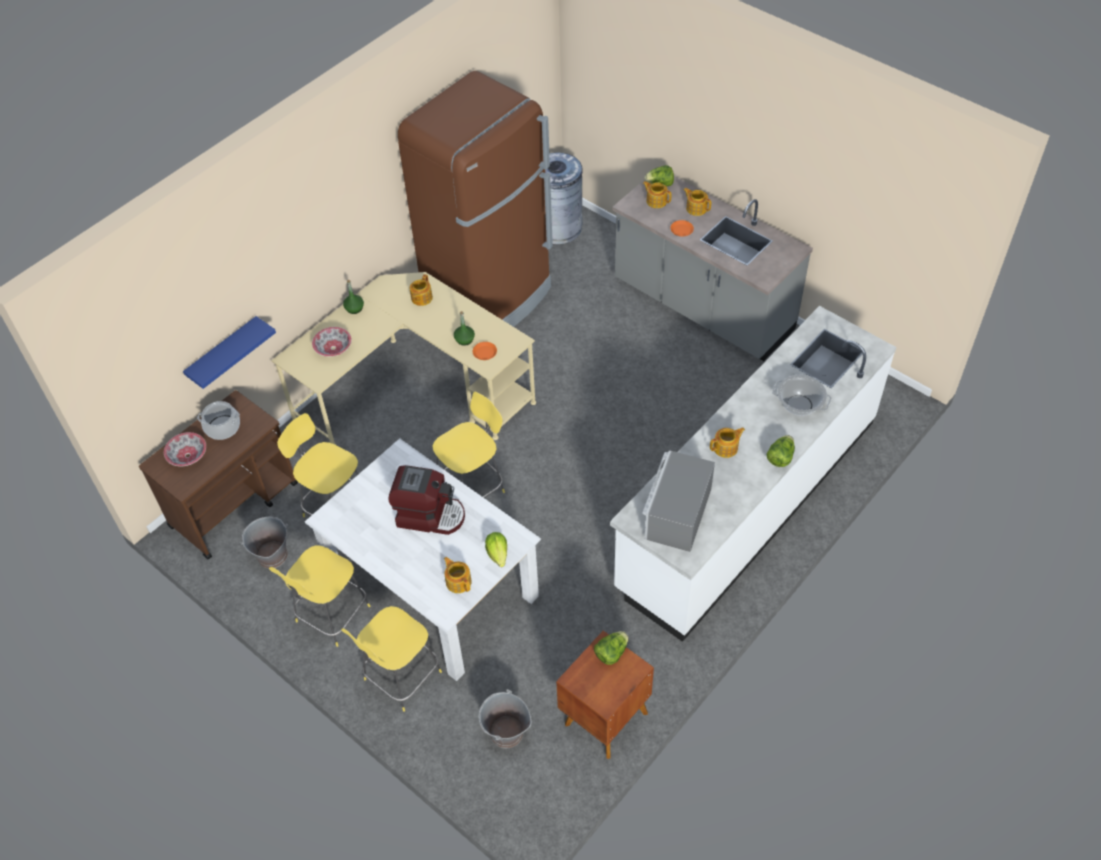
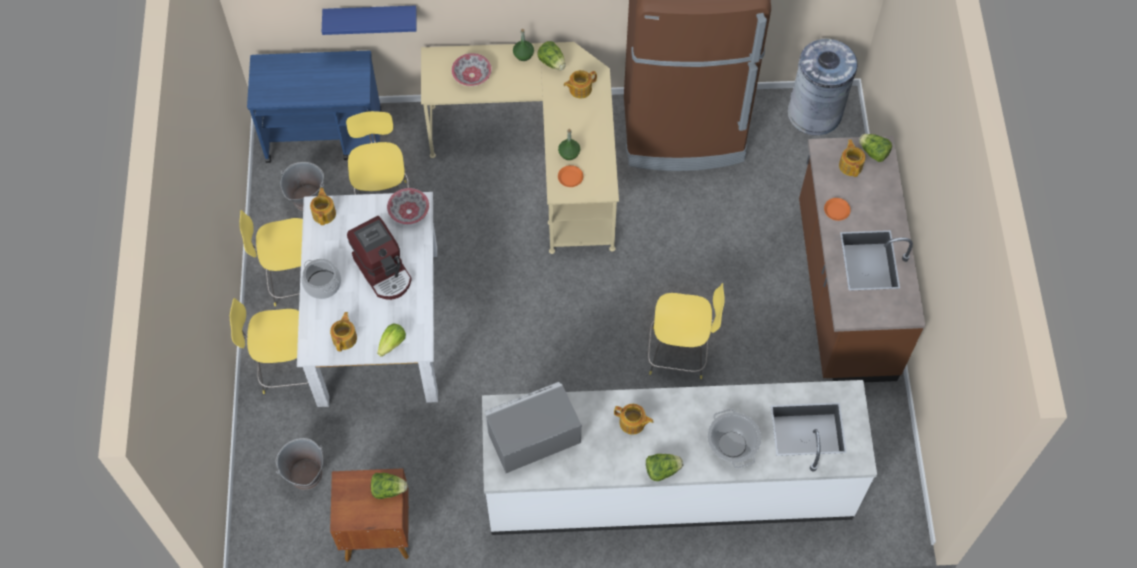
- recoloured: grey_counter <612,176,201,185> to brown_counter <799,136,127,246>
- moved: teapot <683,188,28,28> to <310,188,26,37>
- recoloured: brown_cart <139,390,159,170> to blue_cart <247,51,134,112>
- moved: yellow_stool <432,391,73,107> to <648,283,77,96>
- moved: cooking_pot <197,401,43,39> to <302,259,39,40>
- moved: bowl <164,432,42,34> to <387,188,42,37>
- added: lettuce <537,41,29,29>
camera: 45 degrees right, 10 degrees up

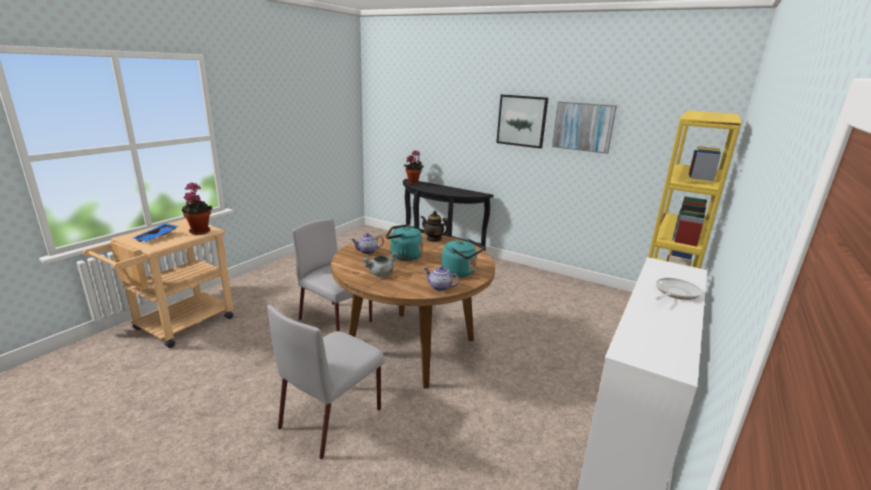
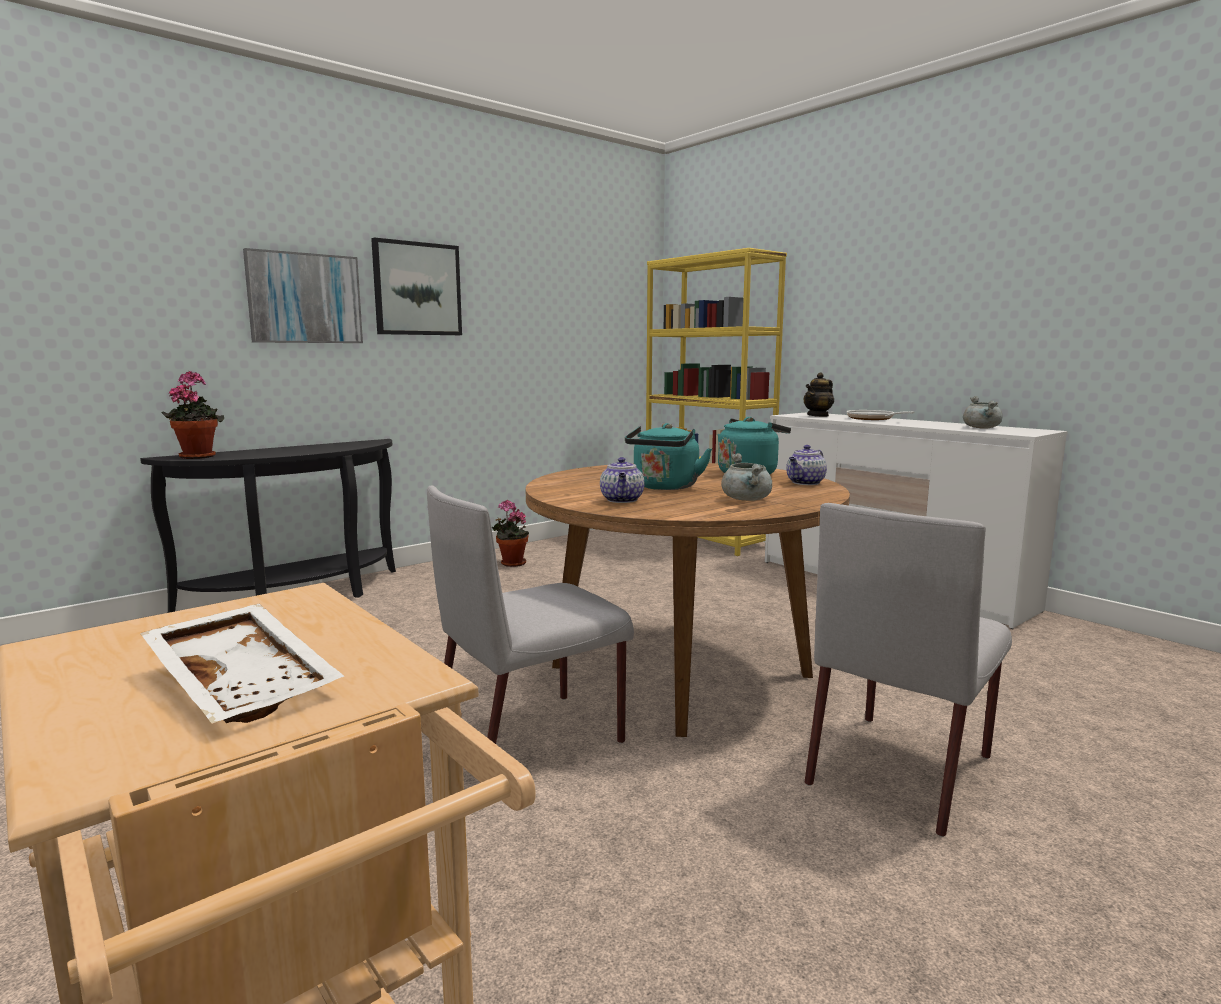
- moved: picture <552,102,65,52> to <243,248,120,95>
- moved: potted_plant <181,183,32,52> to <491,500,38,67>
- moved: teapot <421,211,28,31> to <804,372,30,45>
- recoloured: blue_tray <133,223,46,19> to white_tray <140,604,204,120>
- turned: grey_chair <267,305,118,154> = <805,503,207,334> 75 degrees clockwise
- added: grey_cooking_pot <963,396,40,33>
camera: 70 degrees left, 10 degrees down

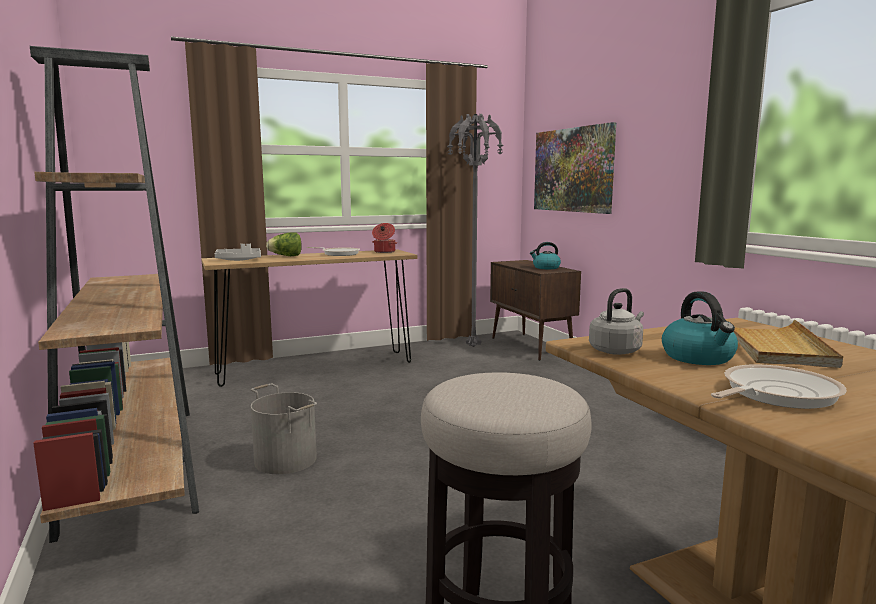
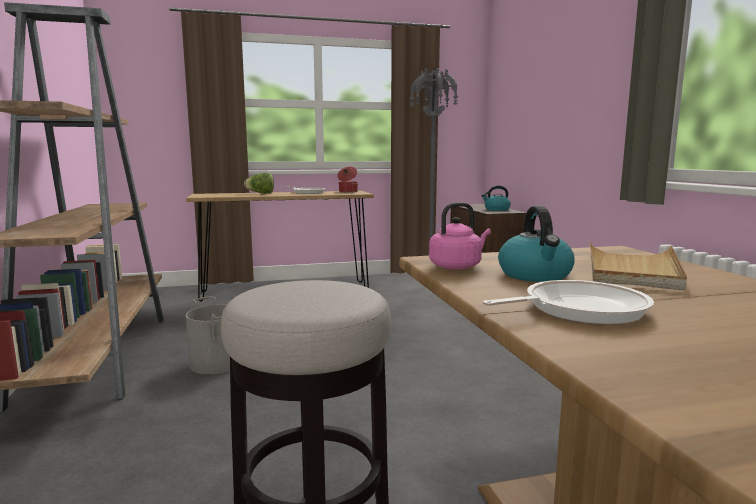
- removed: picture <534,122,82,92>
- removed: grey_tray <215,243,46,18>
- recoloured: grey_kettle <589,288,55,67> to pink_kettle <429,203,62,67>
camera: 10 degrees right, 0 degrees up

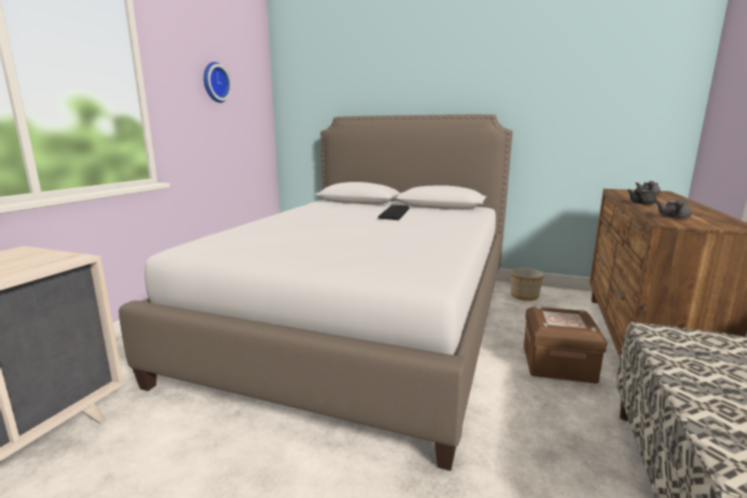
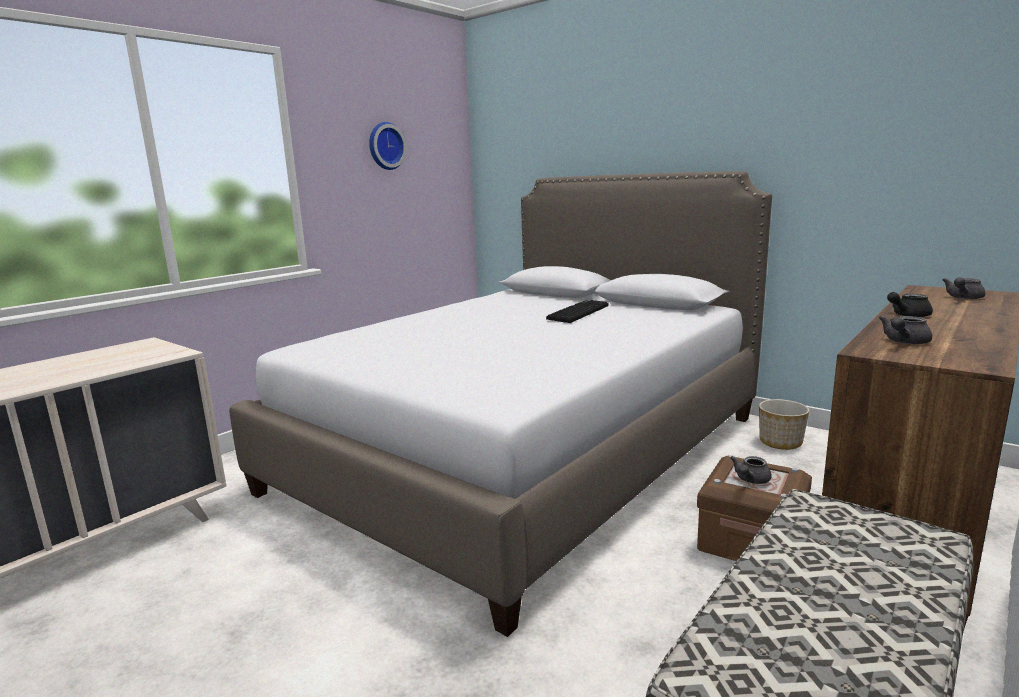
- added: grey_teapot <730,456,41,28>
camera: 20 degrees right, 0 degrees up

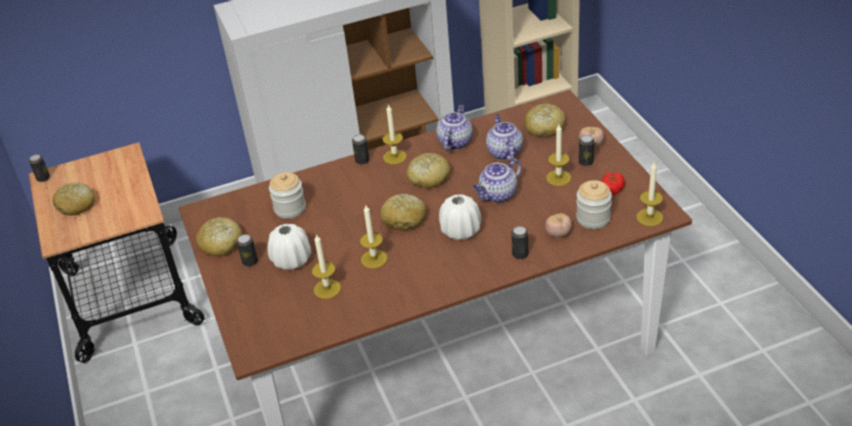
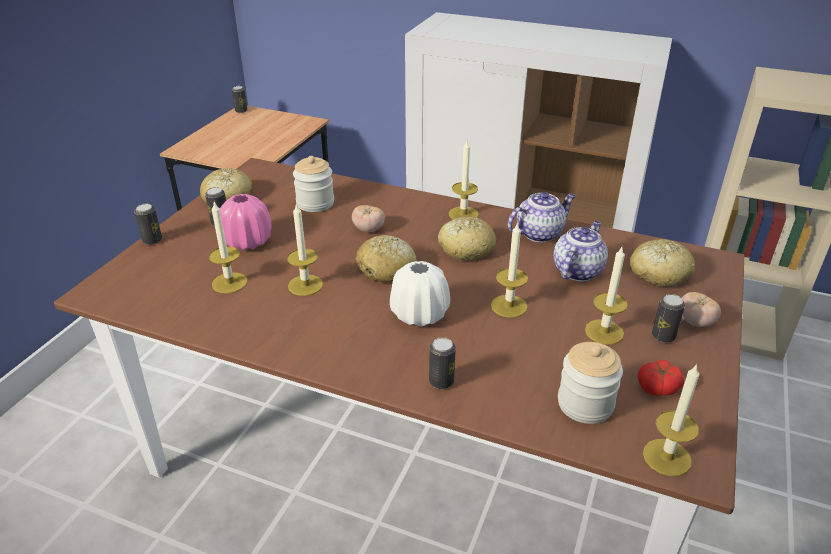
- moved: can <352,135,17,30> to <134,204,28,41>
- replaced: teapot <473,159,49,44> to candle <491,222,37,96>
- removed: bread <53,182,42,33>
- moved: tomato <545,213,27,24> to <352,205,33,27>
- recoloured: white_vase <268,224,43,46> to pink_vase <220,194,52,56>
camera: 40 degrees right, 5 degrees down

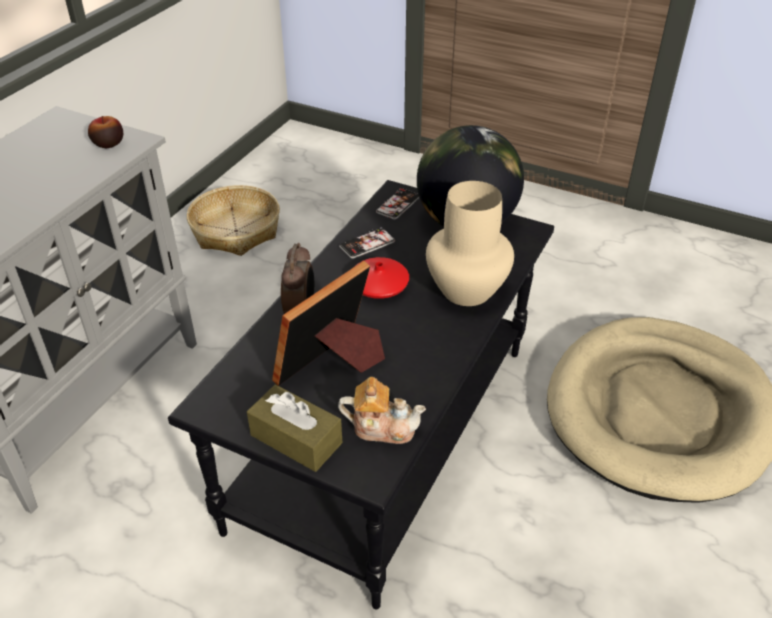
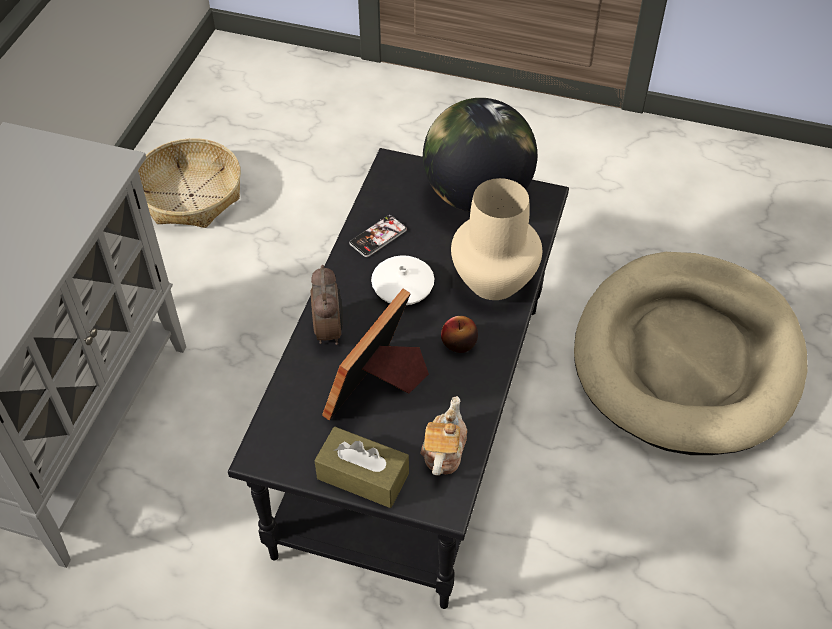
- moved: apple <88,116,35,32> to <441,316,37,37>
- removed: phone <376,188,43,31>
- recoloured: red_vase <357,257,52,42> to white_vase <371,255,64,50>
- turned: teapot <338,377,88,67> = <420,396,47,80> 75 degrees counterclockwise
camera: 10 degrees left, 10 degrees up

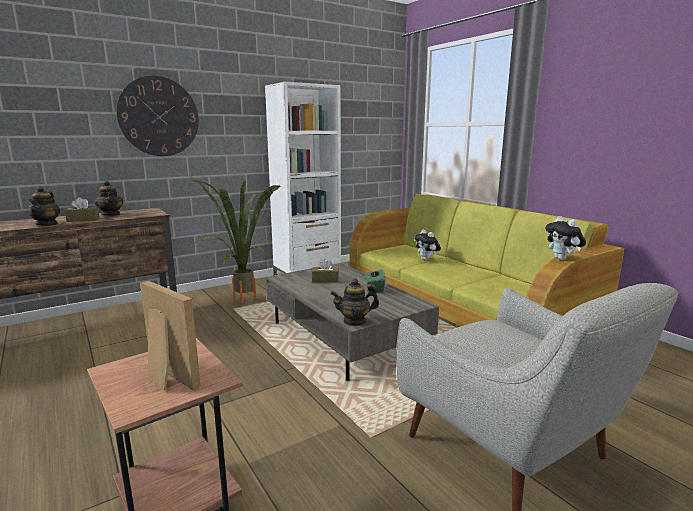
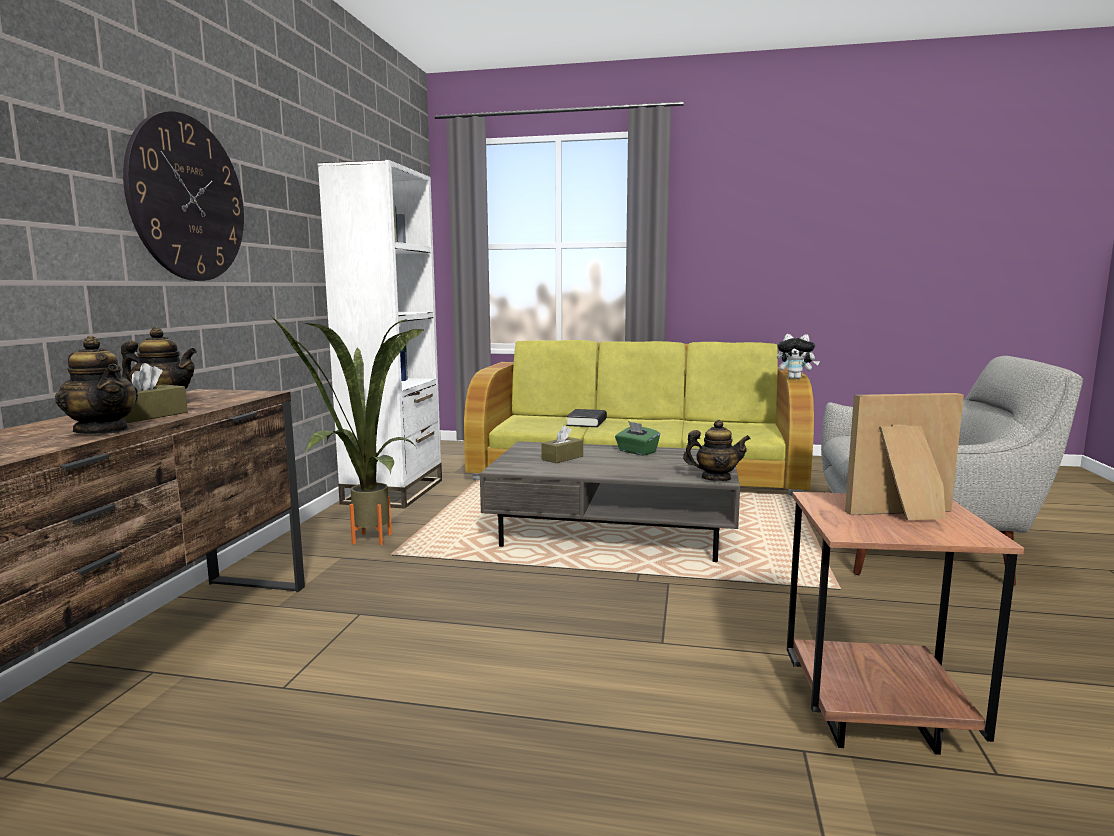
- replaced: plush_toy <414,230,27,31> to black_book <566,409,41,18>
- turned: teapot <330,278,49,48> = <683,420,68,61> 120 degrees counterclockwise
camera: 45 degrees left, 5 degrees down

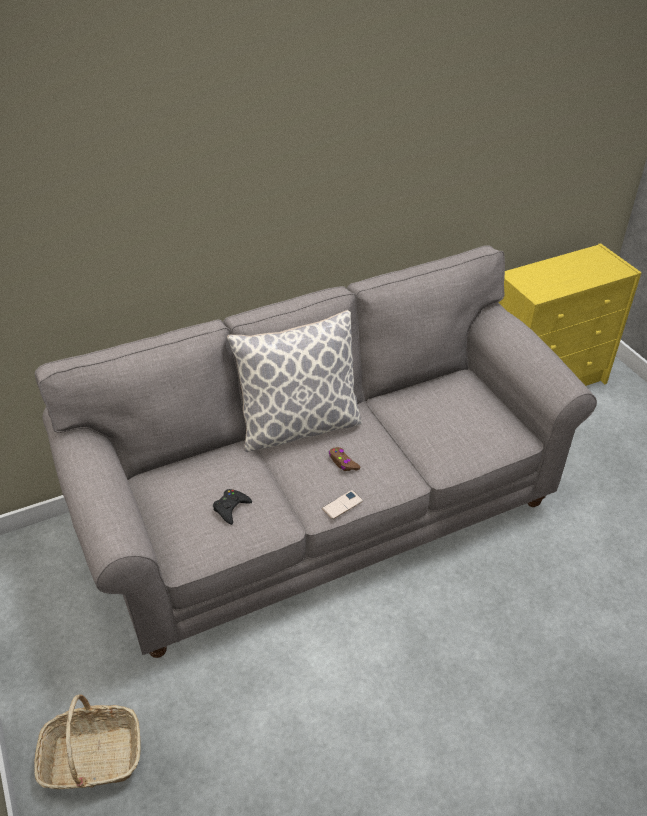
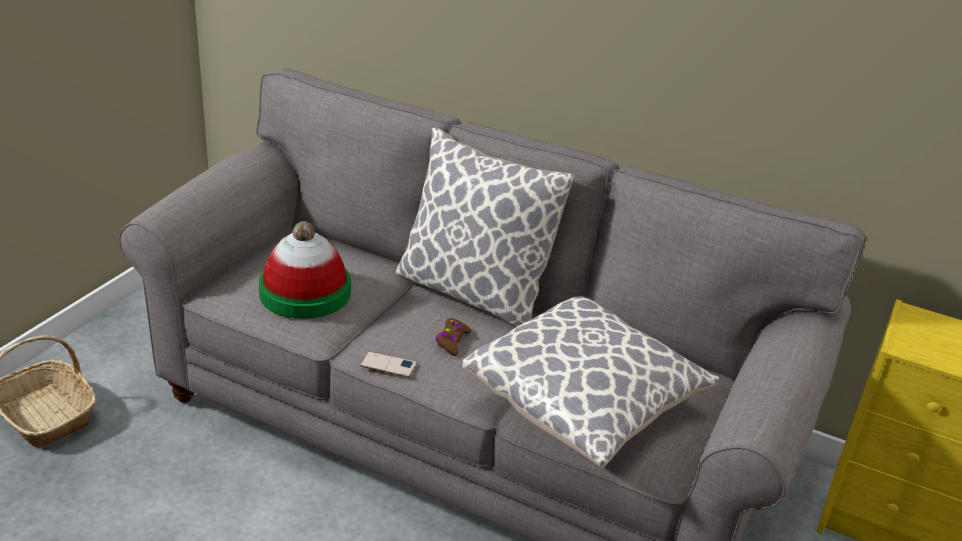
- replaced: black_game_controller <213,489,39,36> to hat <259,221,92,98>
- added: pillow <462,296,257,173>
camera: 50 degrees right, 10 degrees down

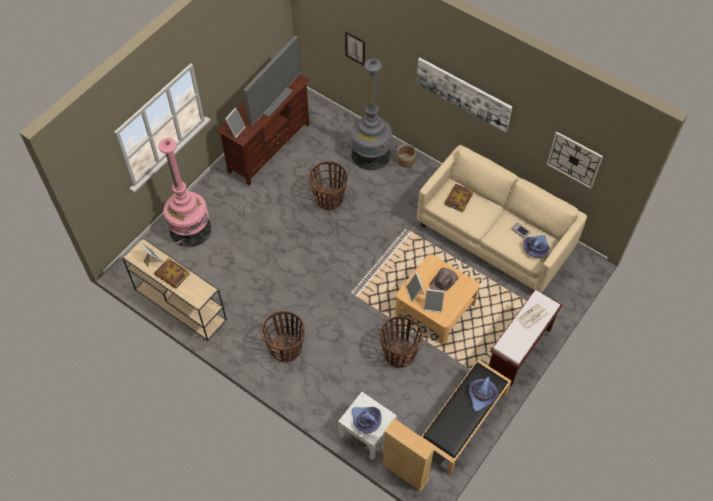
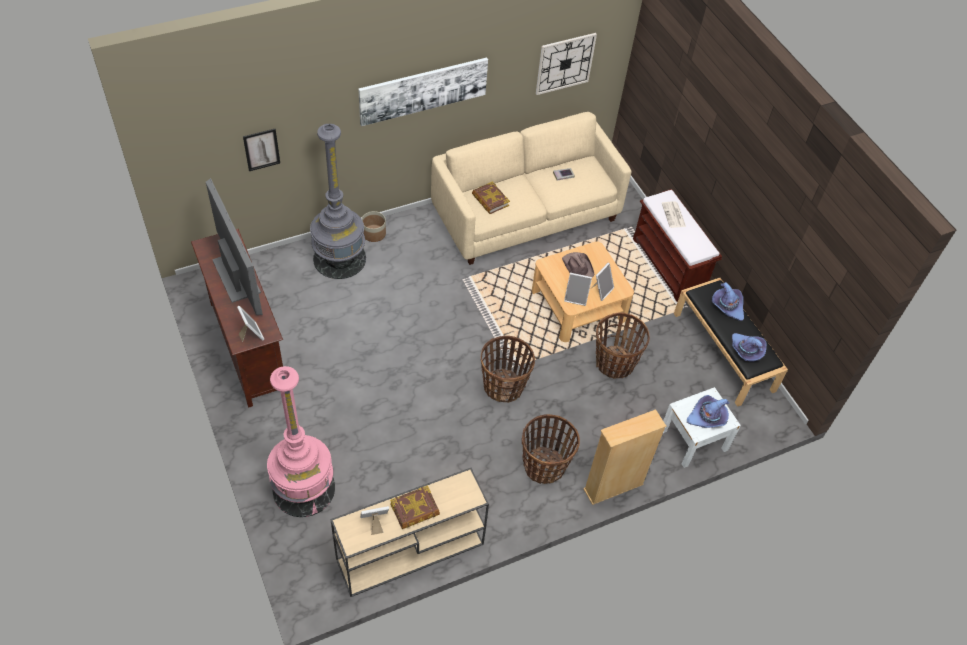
- moved: basket <309,161,39,49> to <481,336,54,67>
- moved: purple_hat <523,235,27,22> to <732,333,35,29>
- moved: beige_bookcase <382,419,54,72> to <583,409,83,96>
camera: 65 degrees left, 5 degrees down

